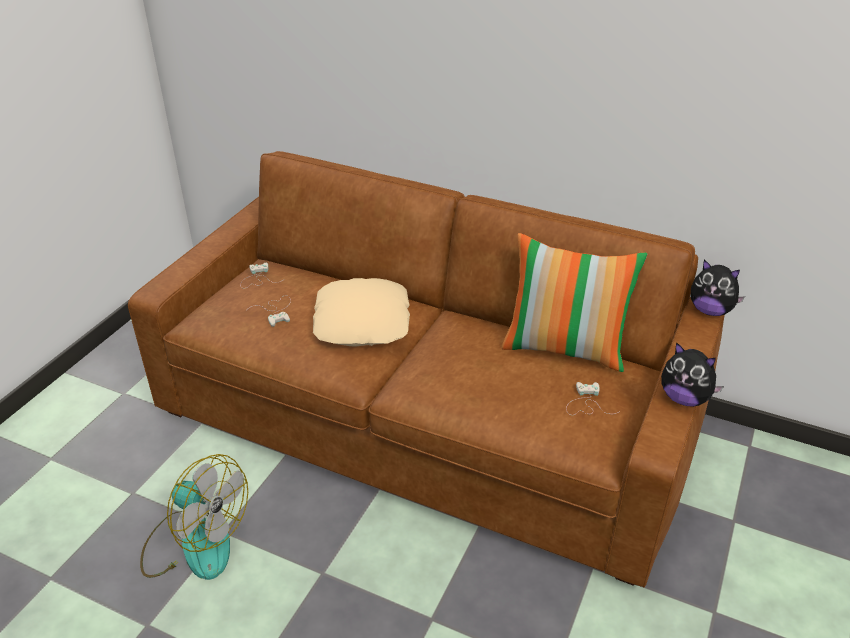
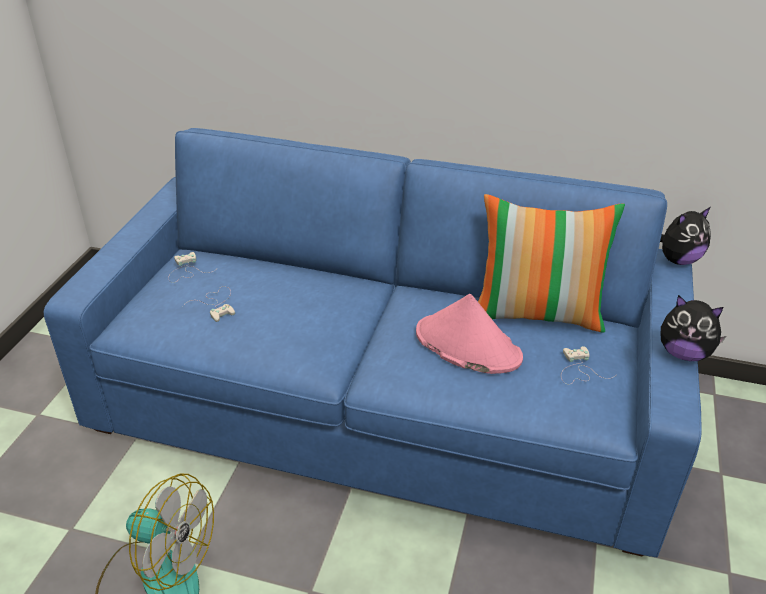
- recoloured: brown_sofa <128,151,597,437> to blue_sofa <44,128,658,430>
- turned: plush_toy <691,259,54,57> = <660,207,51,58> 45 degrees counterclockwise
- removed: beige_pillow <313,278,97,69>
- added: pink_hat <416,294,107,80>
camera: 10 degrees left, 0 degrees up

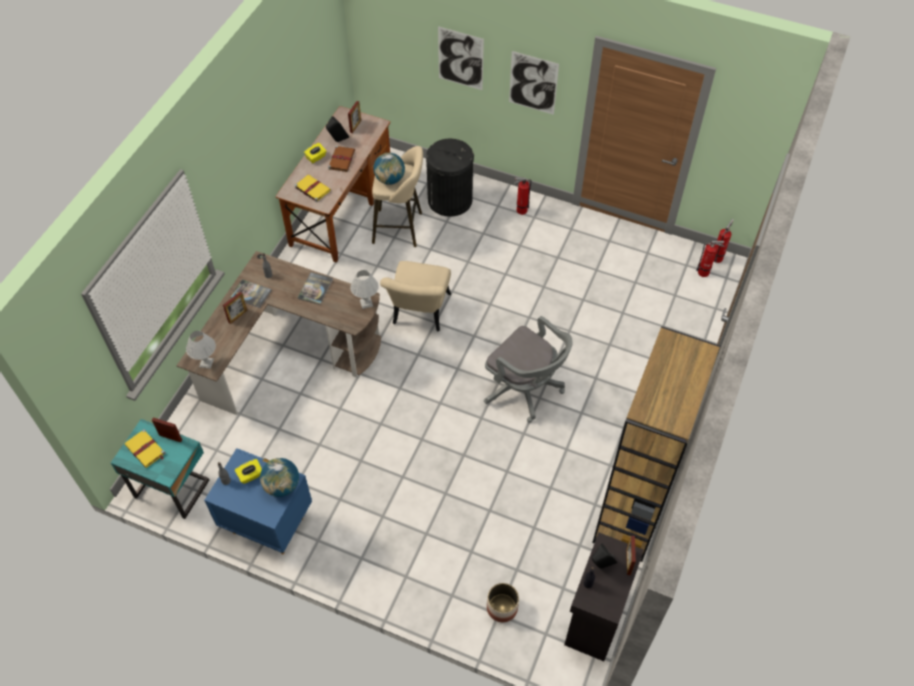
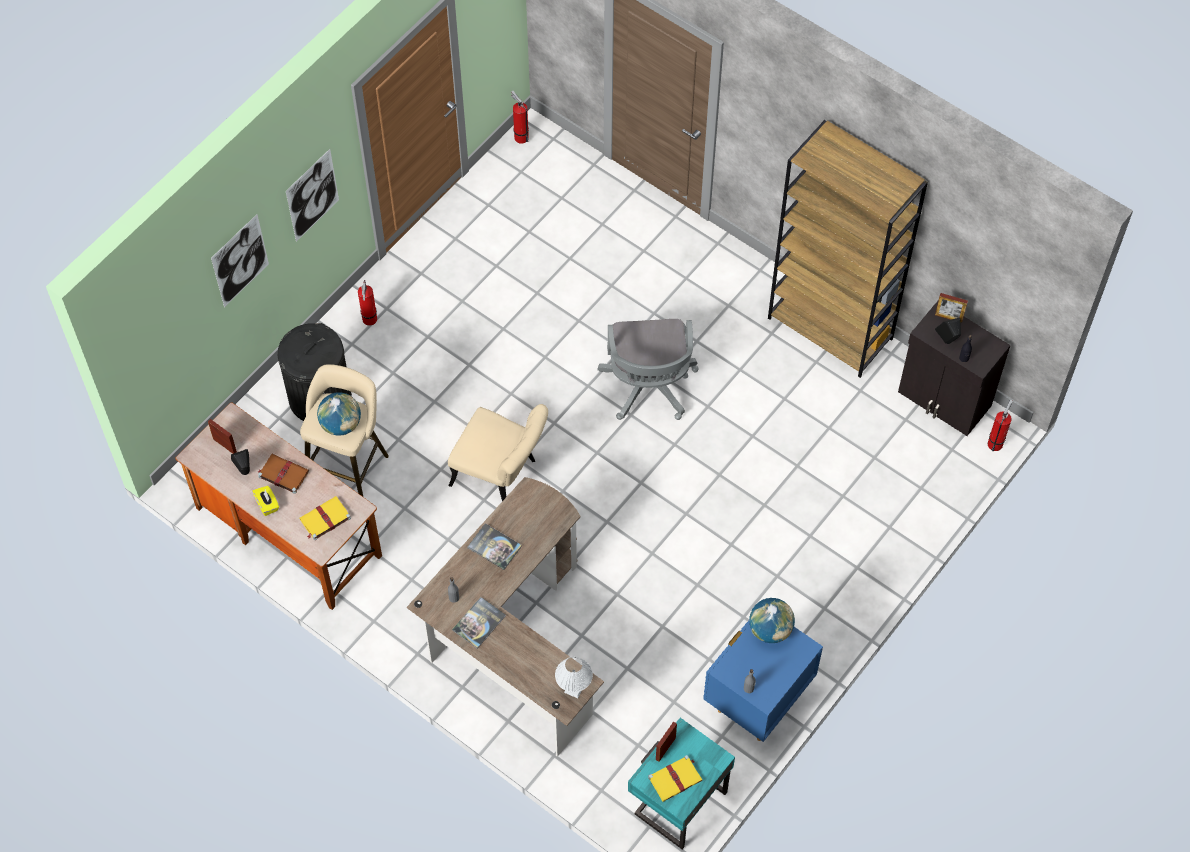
- moved: fire_extinguisher <696,241,28,36> to <988,400,25,51>
- removed: white_table_lamp <350,270,29,39>
- removed: picture_frame <223,292,24,32>
- turned: grey_office_chair <484,316,89,107> = <598,319,101,101> 120 degrees clockwise
- removed: yellow_tissue_box <235,459,27,25>
- removed: planter <487,583,32,39>
camera: 75 degrees left, 5 degrees up

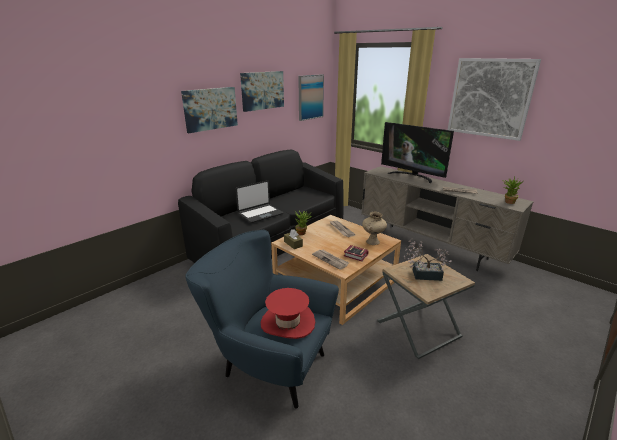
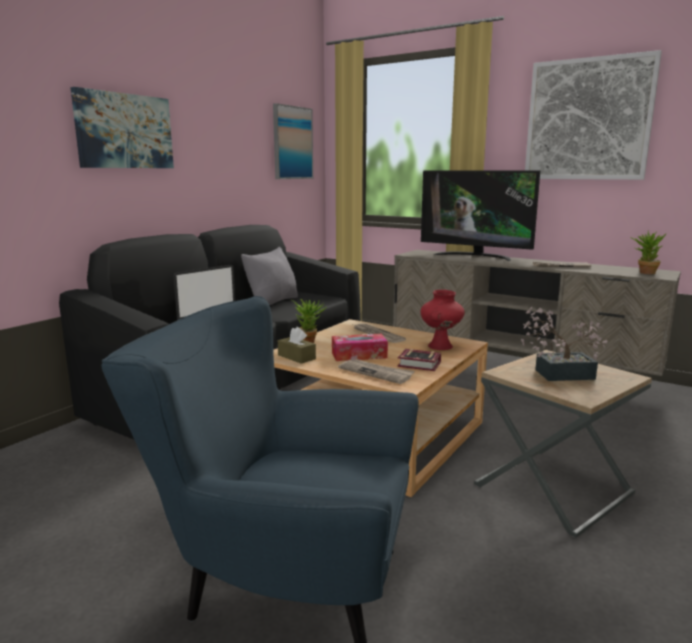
- removed: picture <240,71,44,41>
- recoloured: beige_vase <362,212,25,33> to red_vase <421,289,44,61>
- removed: red_hat <261,288,54,51>
- added: grey_pillow <241,247,57,58>
- added: tissue_box <332,334,56,27>
camera: 10 degrees left, 10 degrees down

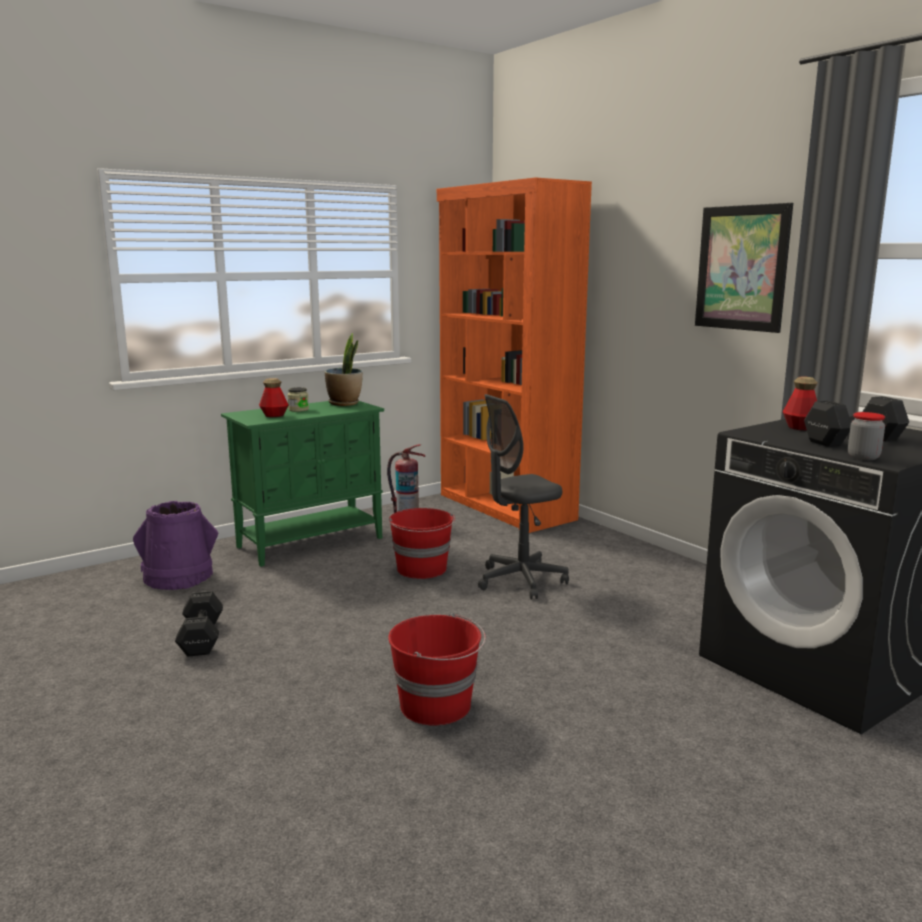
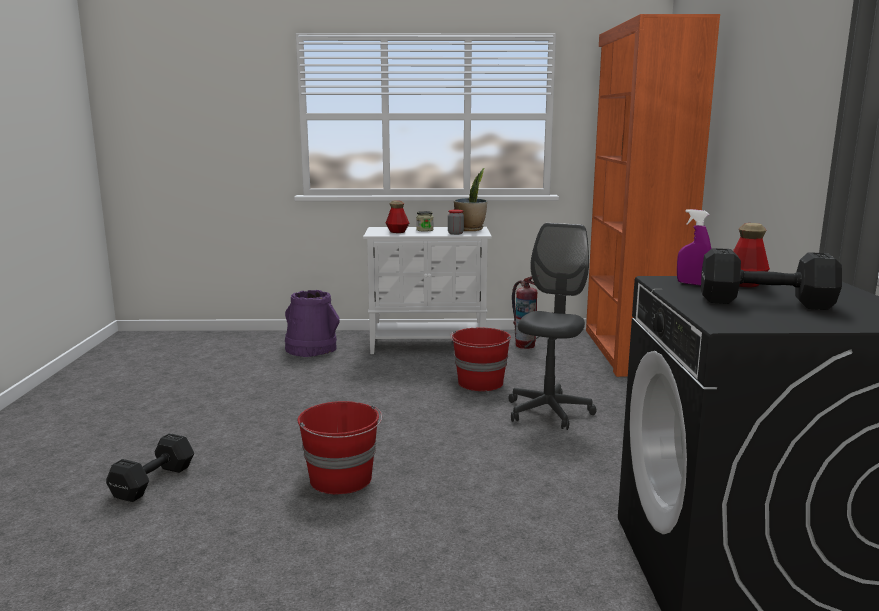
- removed: picture <695,203,98,130>
- turned: grey_office_chair <478,394,91,205> = <508,223,89,207> 105 degrees clockwise
- recoloured: green_cabinet <221,401,163,166> to white_cabinet <363,227,129,127>
- moved: jar <848,412,37,48> to <448,209,16,26>
- moved: black_dumbbell <175,591,48,66> to <106,433,88,69>
- added: purple_spray_bottle <677,209,34,77>
camera: 35 degrees right, 0 degrees up

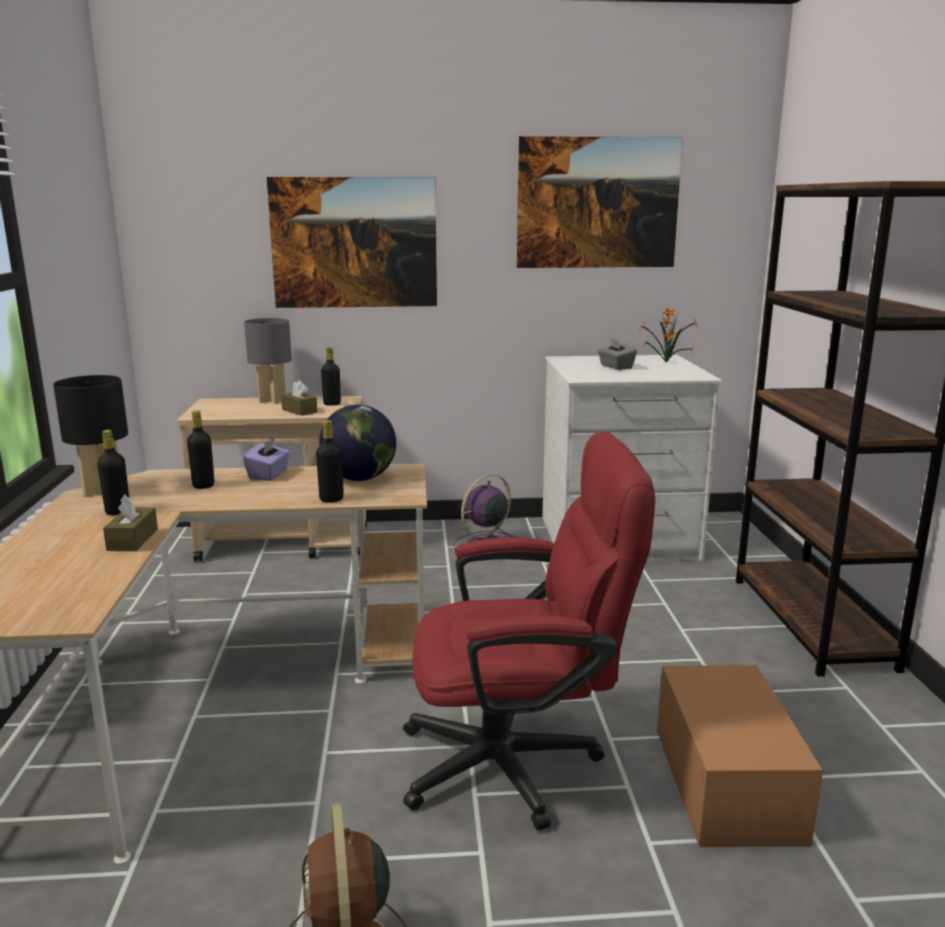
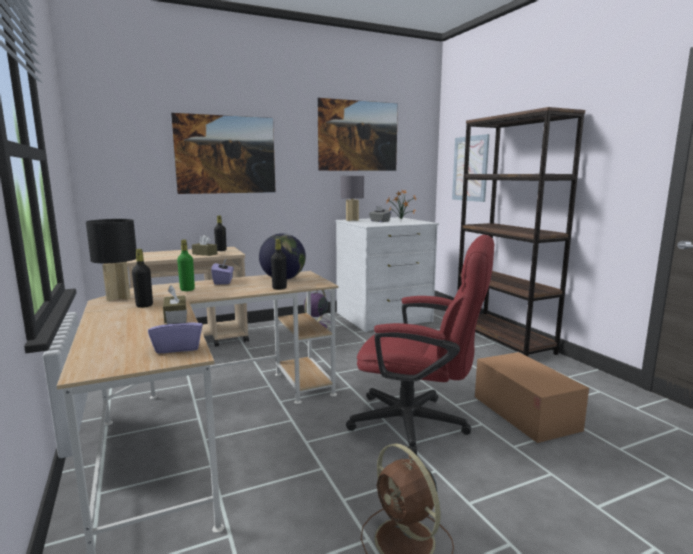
- moved: grey_table_lamp <244,318,48,86> to <341,176,23,45>
- recoloured: black_bottle <187,410,27,79> to green_bottle <177,240,18,51>
- turned: red_office_chair <403,432,252,399> = <346,235,148,220> 45 degrees clockwise
- added: picture <452,134,38,68>
- added: purple_tissue_box <148,310,55,43>
camera: 20 degrees left, 5 degrees down

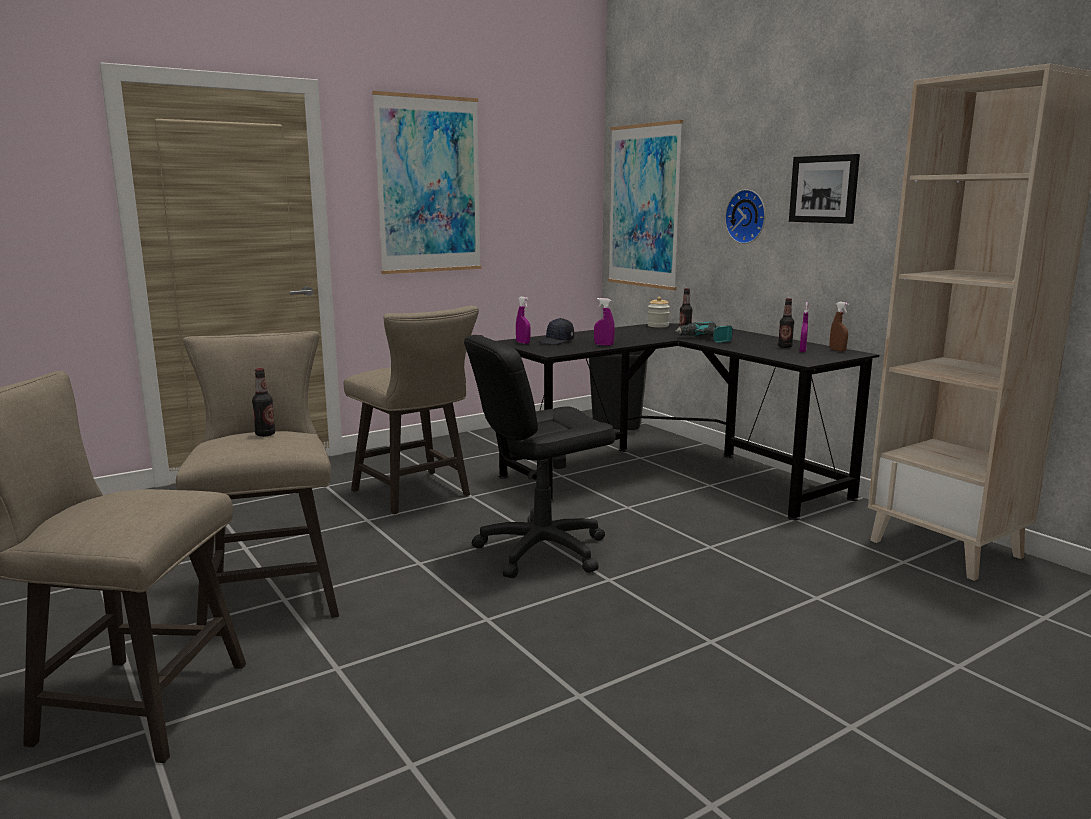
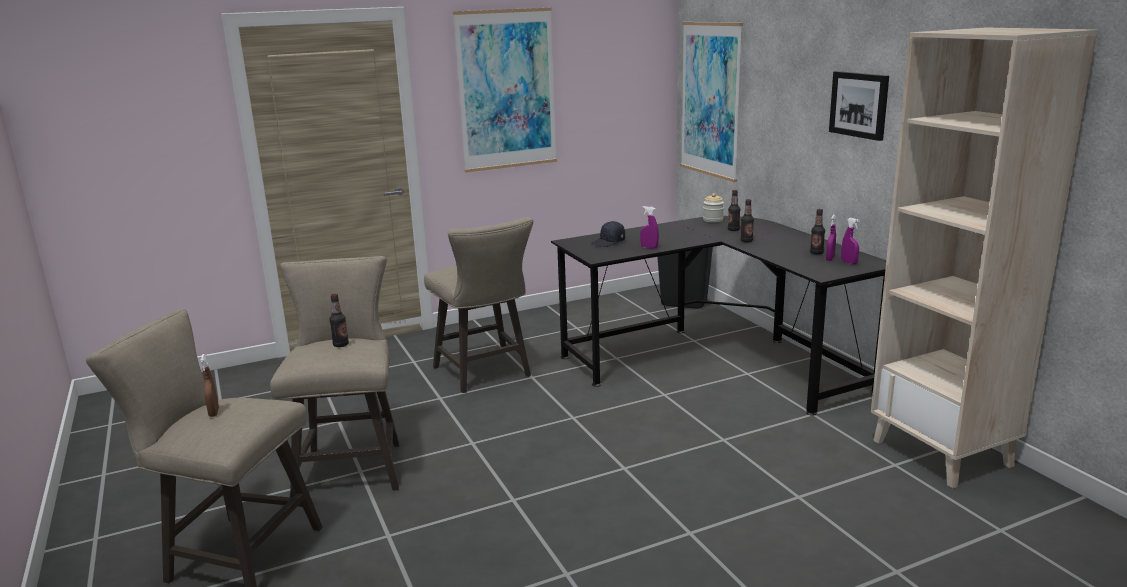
- removed: wall_clock <725,189,41,55>
- moved: purple_spray_bottle <516,297,15,47> to <841,218,19,46>
- moved: brown_spray_bottle <830,302,19,49> to <200,354,19,63>
- replaced: power_drill <675,321,58,22> to bottle <741,199,13,43>
- removed: black_office_chair <464,335,151,243>
camera: 10 degrees right, 5 degrees up

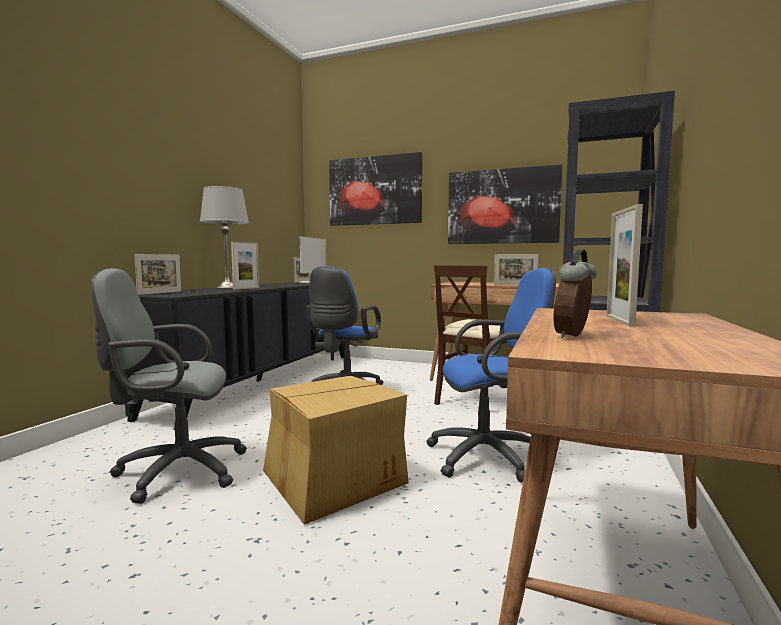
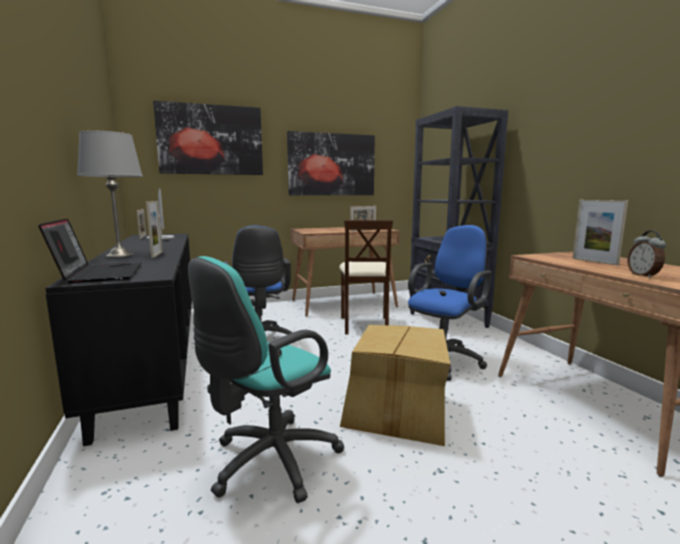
- replaced: picture_frame <134,254,47,41> to laptop <38,218,104,65>
- recoloured: grey_office_chair <91,268,156,236> to turquoise_office_chair <188,256,156,247>
camera: 40 degrees left, 5 degrees up

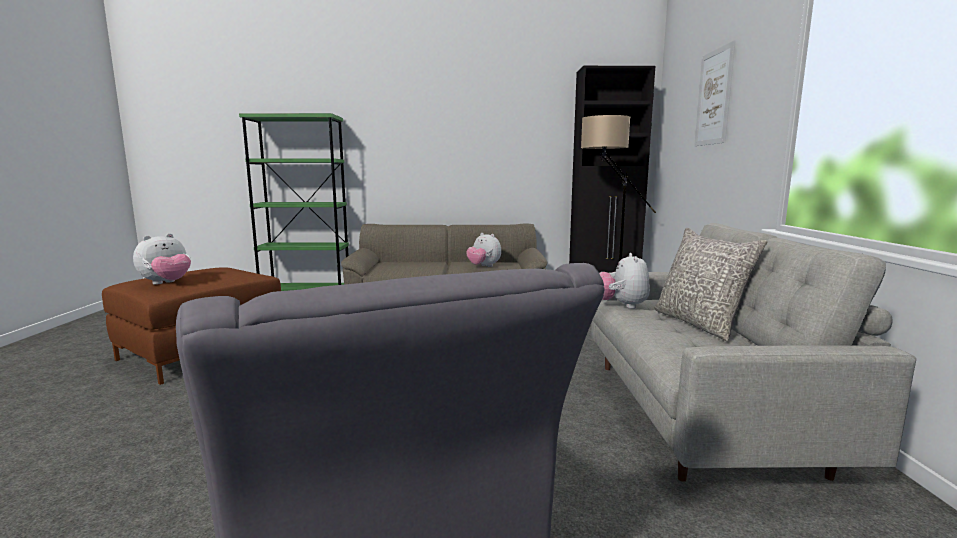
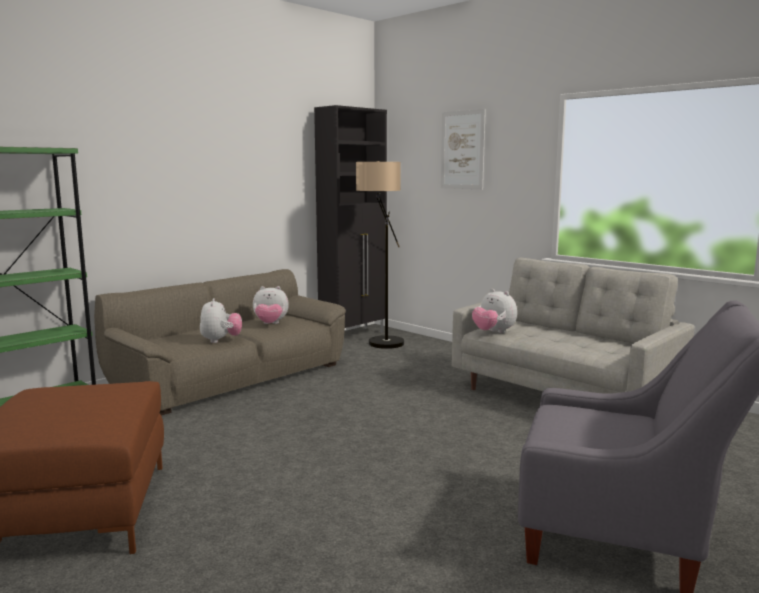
- removed: grey_pillow <654,228,114,113>
- moved: plush_toy <133,233,58,52> to <200,298,42,45>
camera: 45 degrees left, 0 degrees up

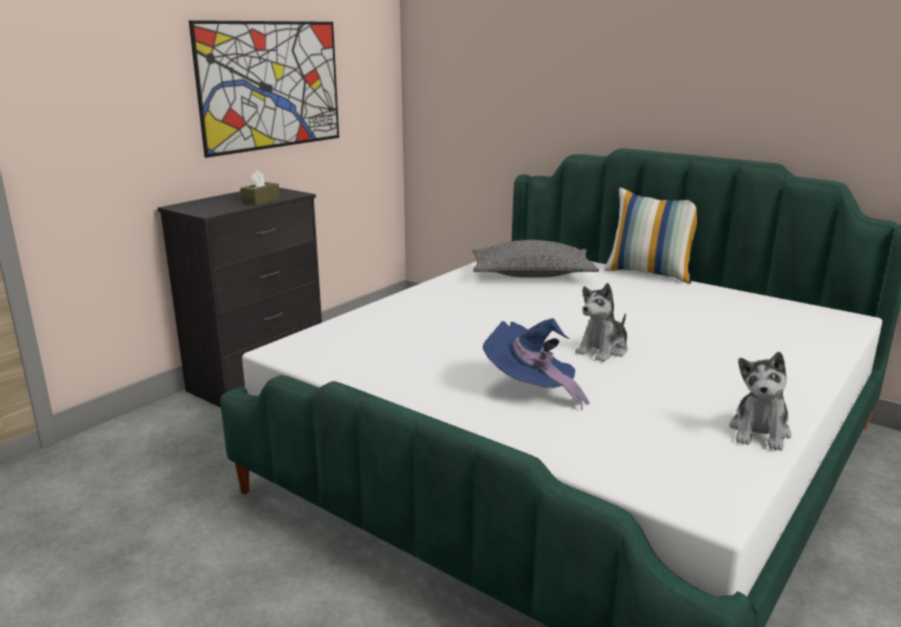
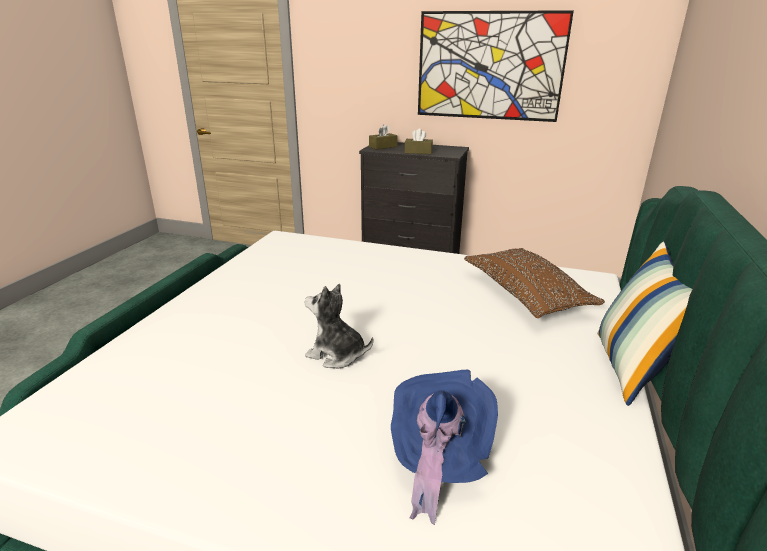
- recoloured: grey_pillow <472,240,127,38> to brown_pillow <464,248,141,70>
- moved: blue_hat <483,318,107,93> to <391,370,107,155>
- removed: plush_toy <729,352,63,99>
- added: brown_tissue_box <369,124,29,25>
camera: 70 degrees right, 5 degrees up

